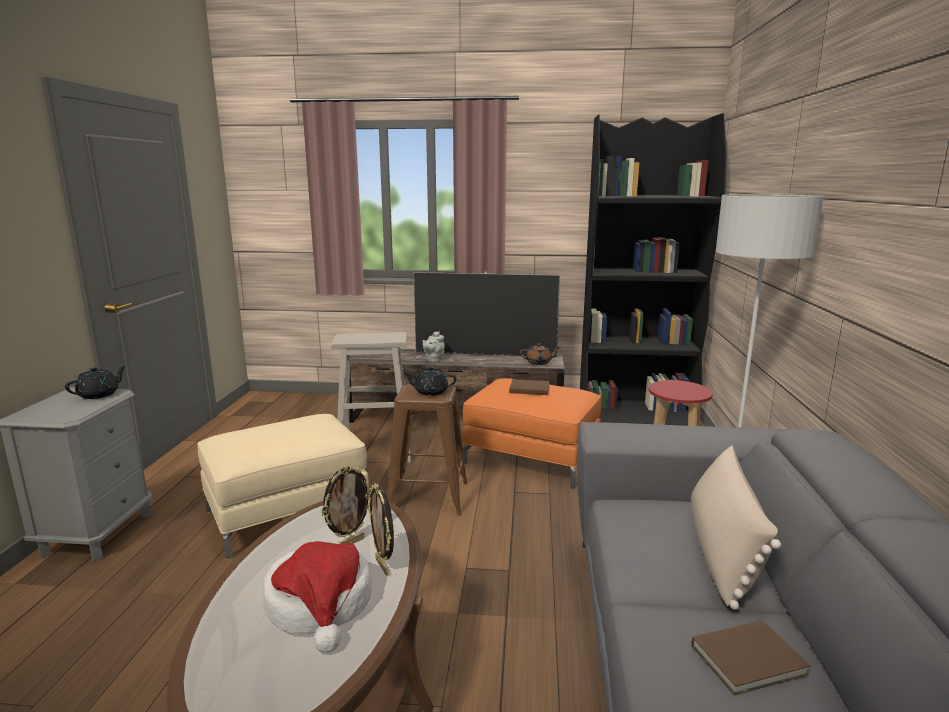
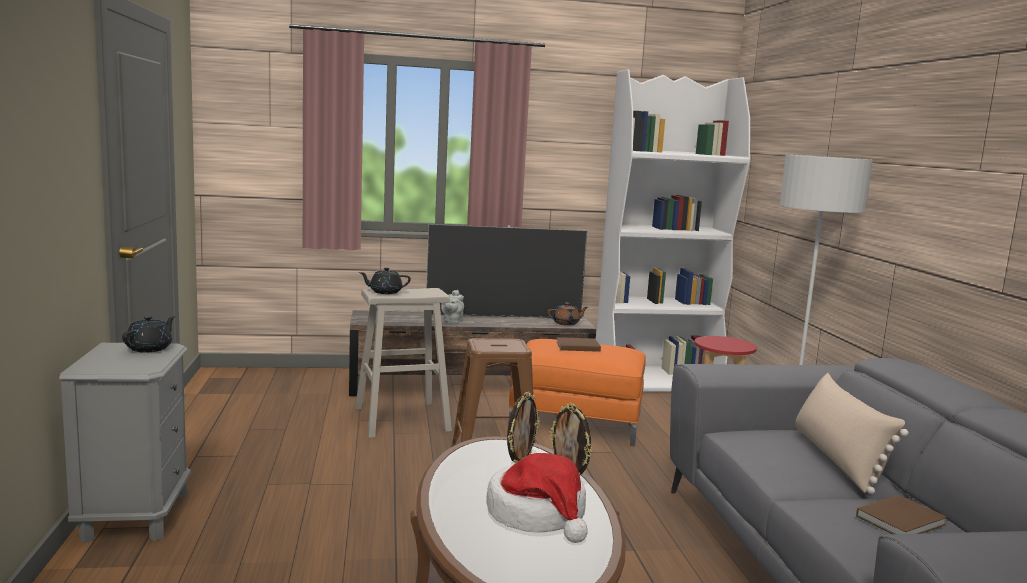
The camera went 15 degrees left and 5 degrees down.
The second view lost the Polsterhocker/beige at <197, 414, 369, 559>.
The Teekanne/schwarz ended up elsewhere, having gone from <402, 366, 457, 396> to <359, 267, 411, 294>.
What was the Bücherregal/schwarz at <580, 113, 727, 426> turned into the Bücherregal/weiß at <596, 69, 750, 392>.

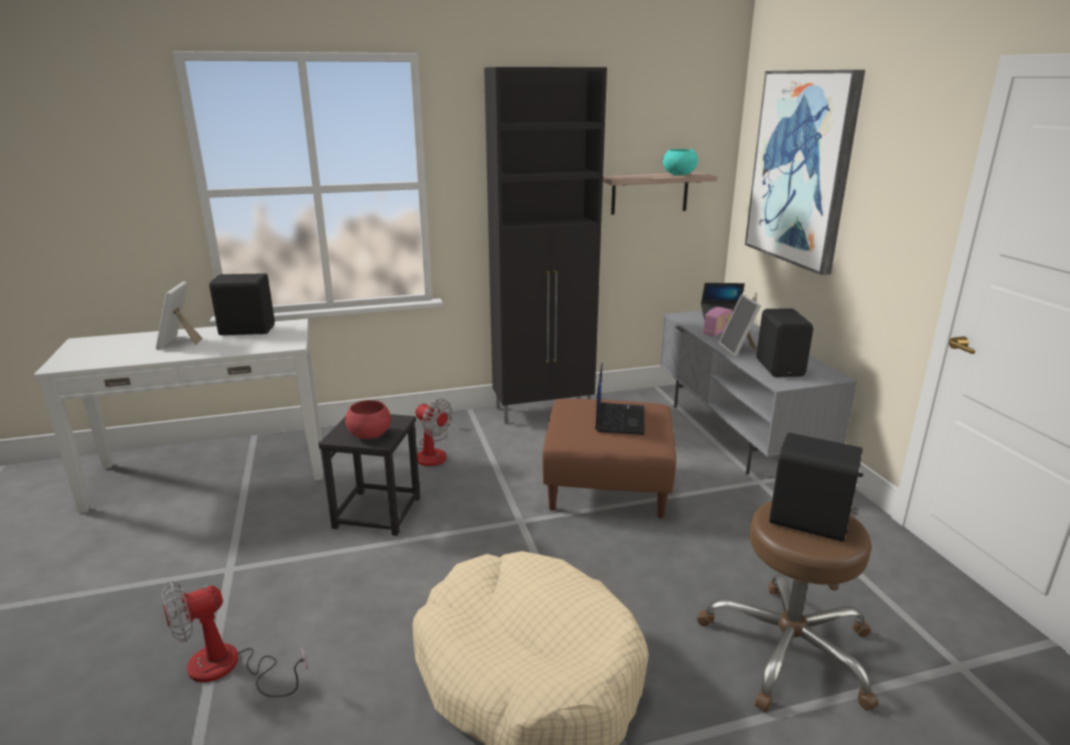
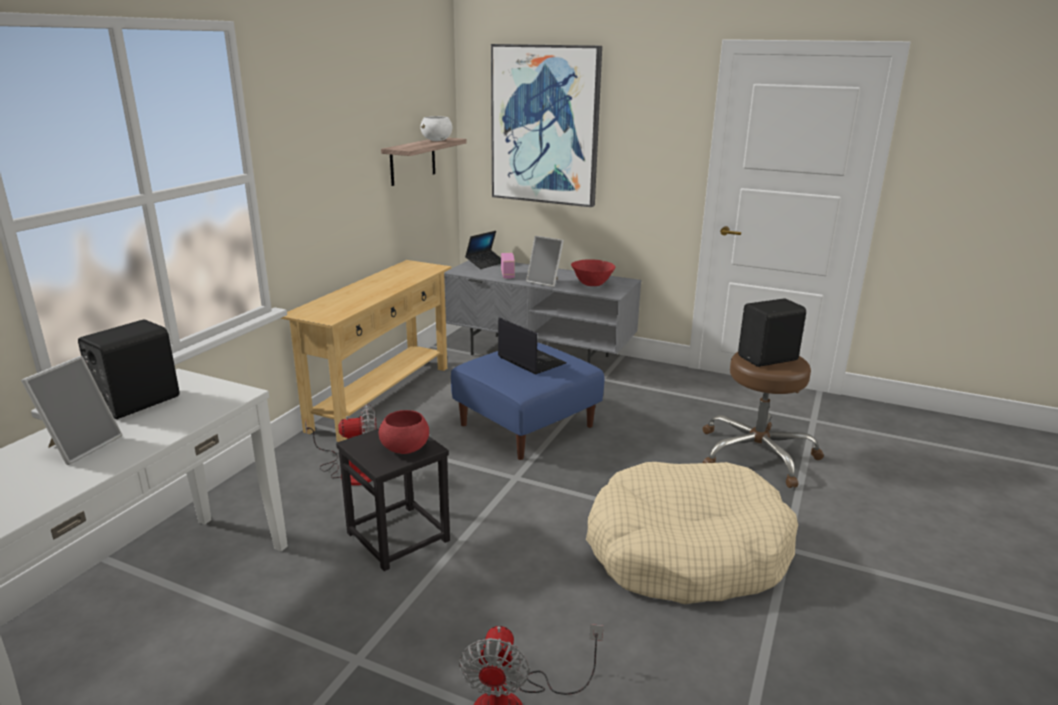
The camera went 50 degrees left and 0 degrees up.
Where the Schrank/schwarz stood at <484, 67, 607, 424>, the Konsolentisch/beige came to stand at <280, 260, 451, 442>.
Where the Lautsprecher/schwarz stood at <756, 309, 813, 377>, the Schüssel/rot came to stand at <571, 259, 616, 286>.
What was the Polsterhocker/braun at <542, 399, 676, 519> turned into the Polsterhocker/blau at <451, 342, 604, 460>.
What was the Schüssel/türkis at <663, 149, 698, 175> turned into the Schüssel/weiß at <420, 116, 452, 141>.
The Bilderrahmen at <156, 281, 203, 350> ended up facing another way, 105 degrees counterclockwise from before.

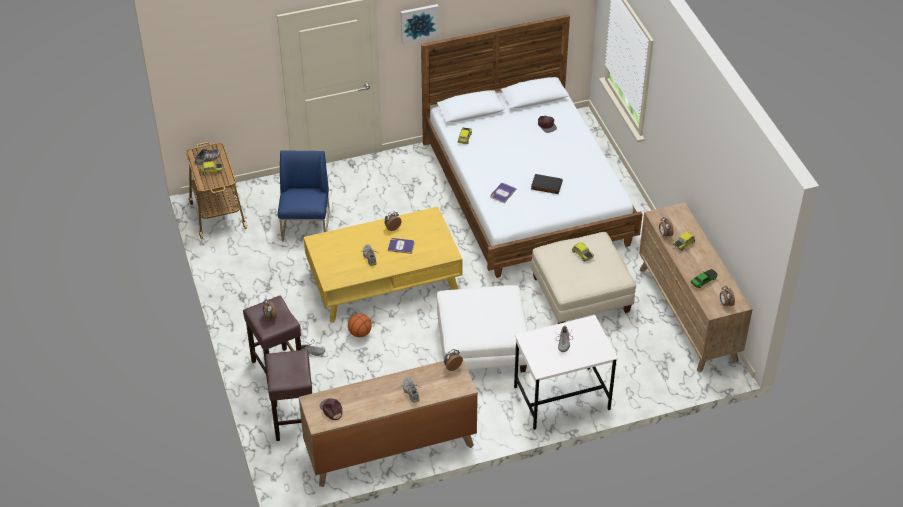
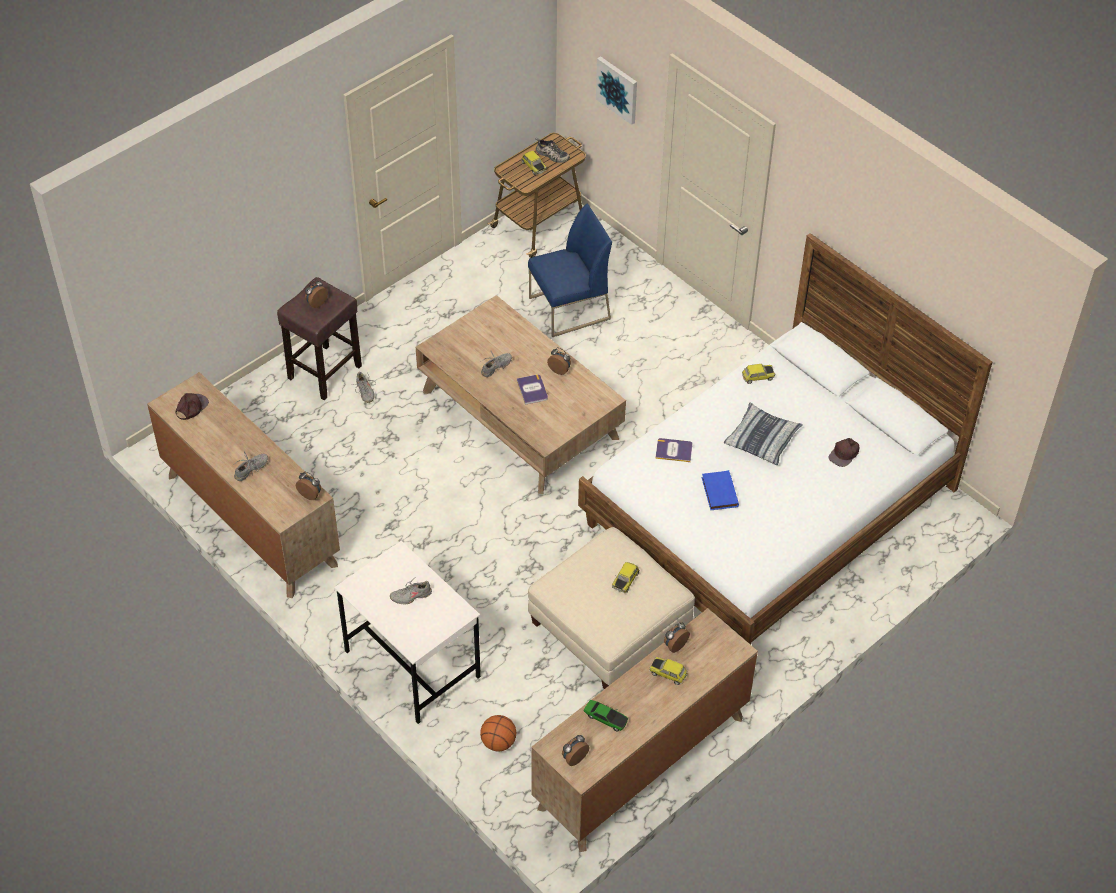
The camera went 65 degrees right and 5 degrees up.
The second view lost the Hocker/braun at <265, 350, 312, 441>.
The second view lost the Polsterhocker/weiß at <437, 285, 528, 372>.
The second view gained the Kissen at <724, 403, 803, 465>.
The Basketball ended up elsewhere, having gone from <348, 313, 372, 337> to <480, 715, 516, 751>.
The Bild ended up elsewhere, having gone from <401, 4, 439, 44> to <596, 56, 637, 125>.
What was the Couchtisch/gelb at <304, 207, 463, 322> turned into the Couchtisch/braun at <416, 295, 626, 494>.
What was the Buch/schwarz at <531, 174, 563, 194> turned into the Buch/blau at <702, 470, 739, 510>.

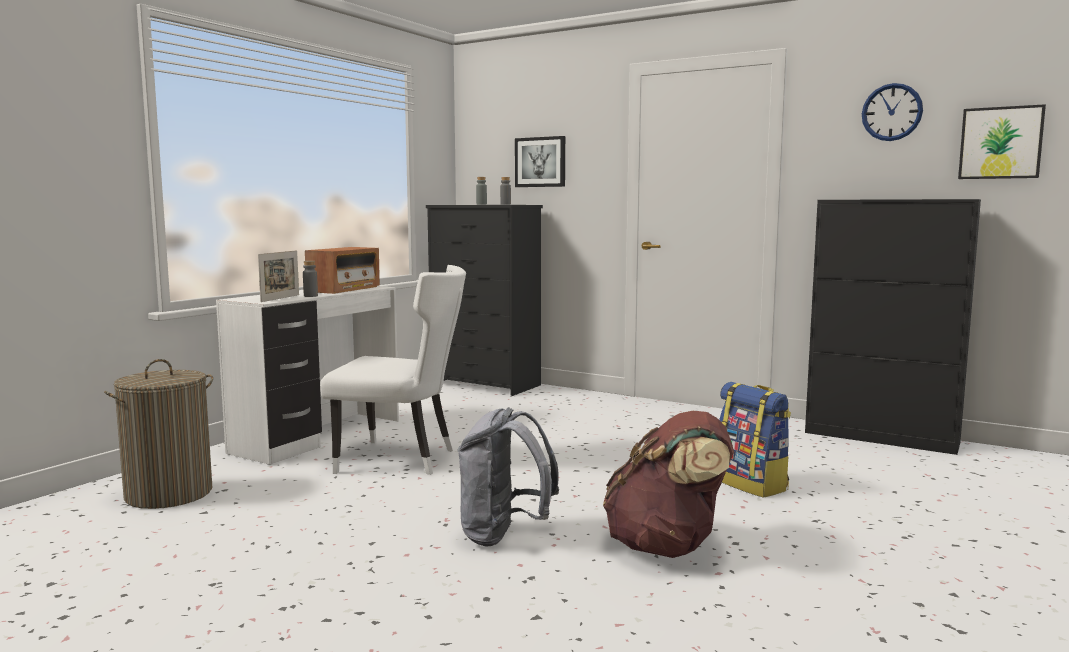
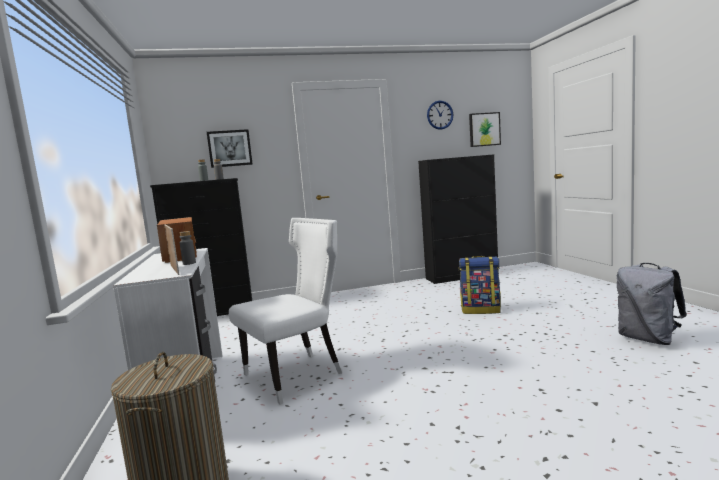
The camera went 45 degrees left and 0 degrees up.
The second view lost the Rucksack/braun at <603, 411, 734, 558>.
The Rucksack/grau ended up elsewhere, having gone from <457, 407, 559, 546> to <617, 263, 687, 345>.

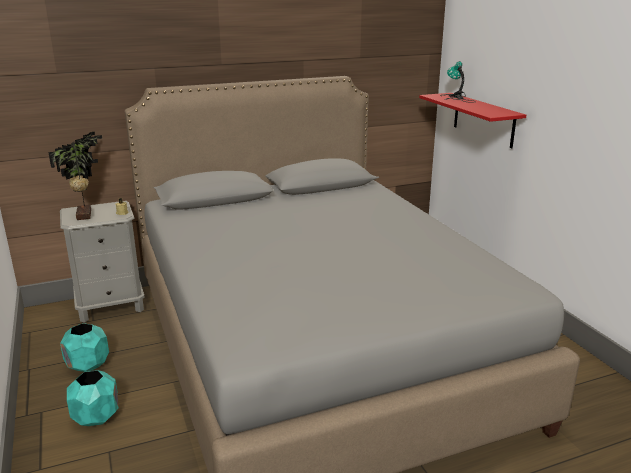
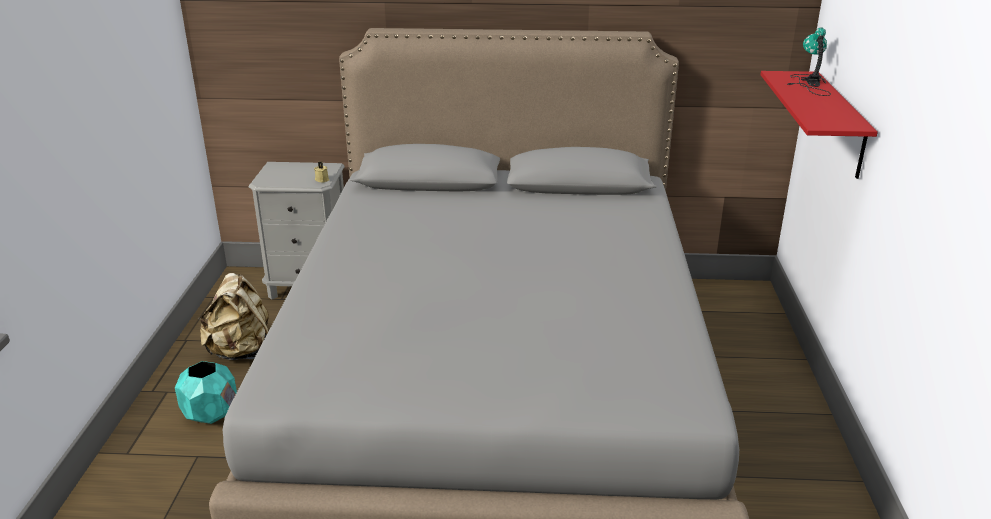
The camera went 25 degrees right and 5 degrees up.
The second view lost the Topfpflanze at <48, 131, 103, 220>.
Where the Pflanzkübel/türkis stood at <60, 323, 109, 372>, the Rucksack/beige came to stand at <198, 273, 269, 360>.

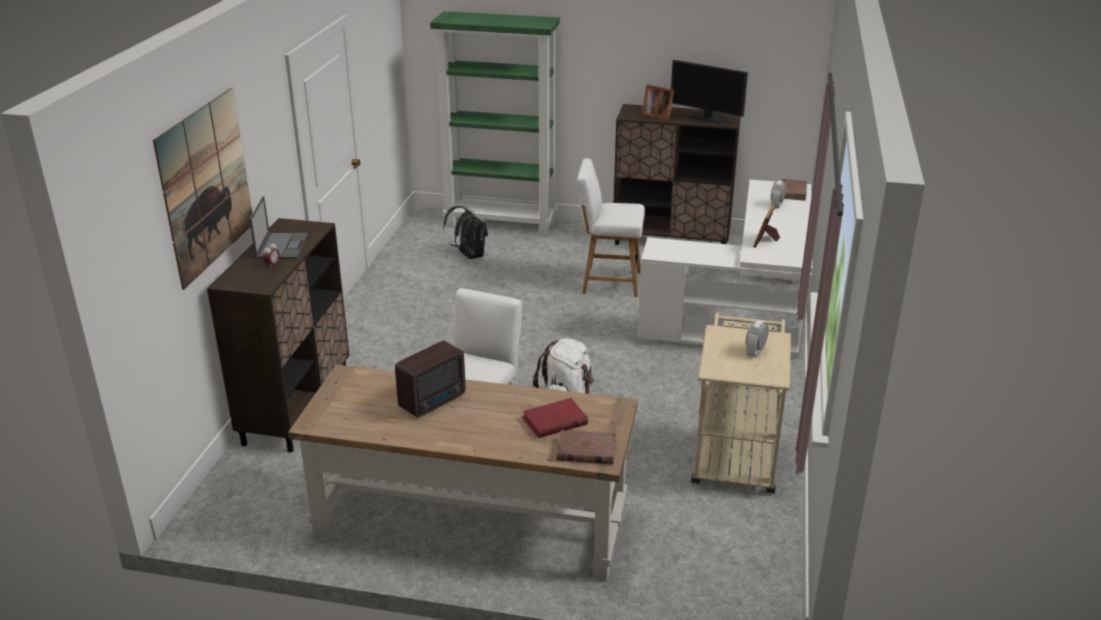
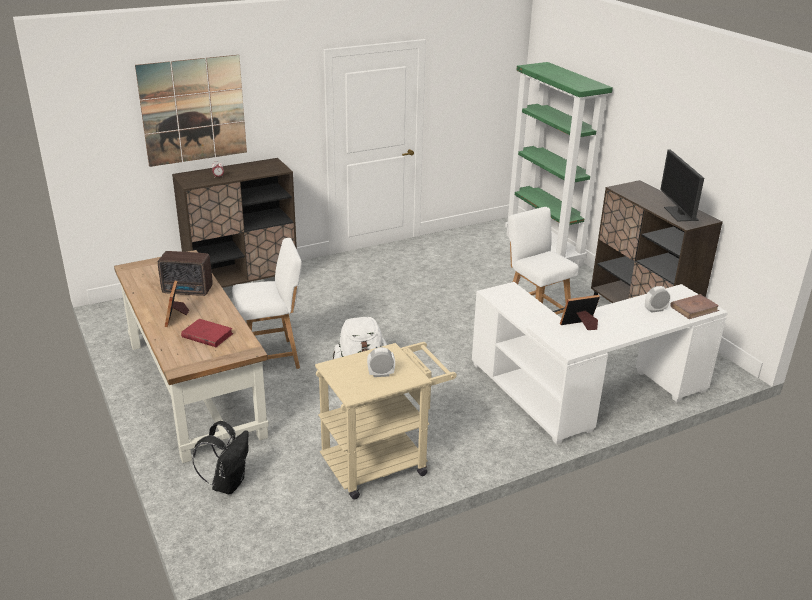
The camera went 50 degrees right and 0 degrees up.
The second view lost the Laptop at <249, 196, 308, 259>.
The second view lost the Buch/braun at <557, 430, 616, 465>.
The Rucksack/schwarz ended up elsewhere, having gone from <443, 206, 488, 259> to <192, 421, 248, 494>.
The Bilderrahmen ended up elsewhere, having gone from <641, 84, 674, 120> to <165, 281, 189, 327>.

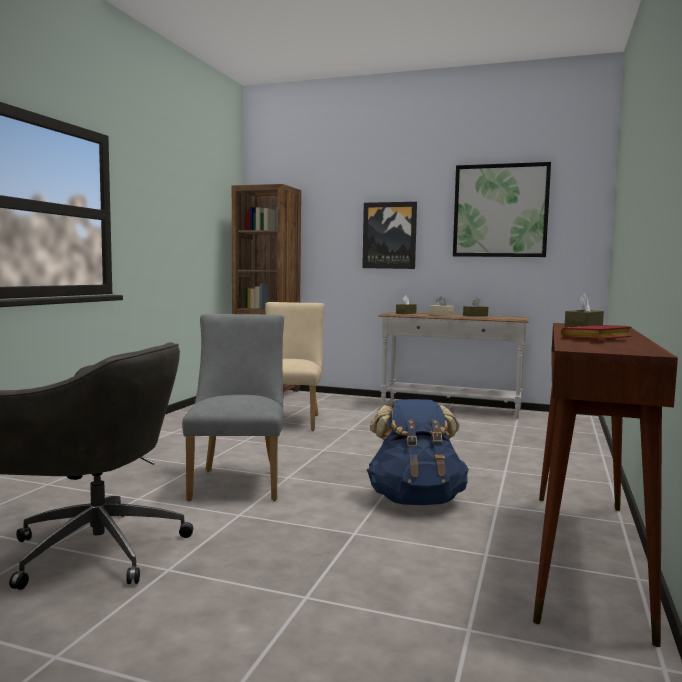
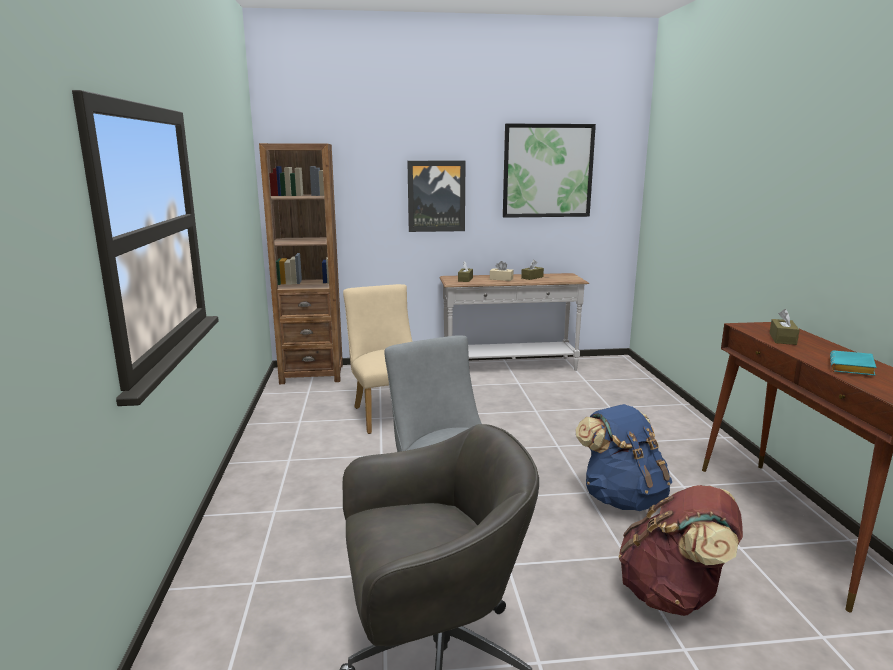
The camera went 25 degrees left and 10 degrees up.
The second view gained the Rucksack/braun at <619, 485, 743, 616>.
What was the Buch/rot at <561, 326, 632, 340> turned into the Buch/türkis at <830, 351, 876, 375>.

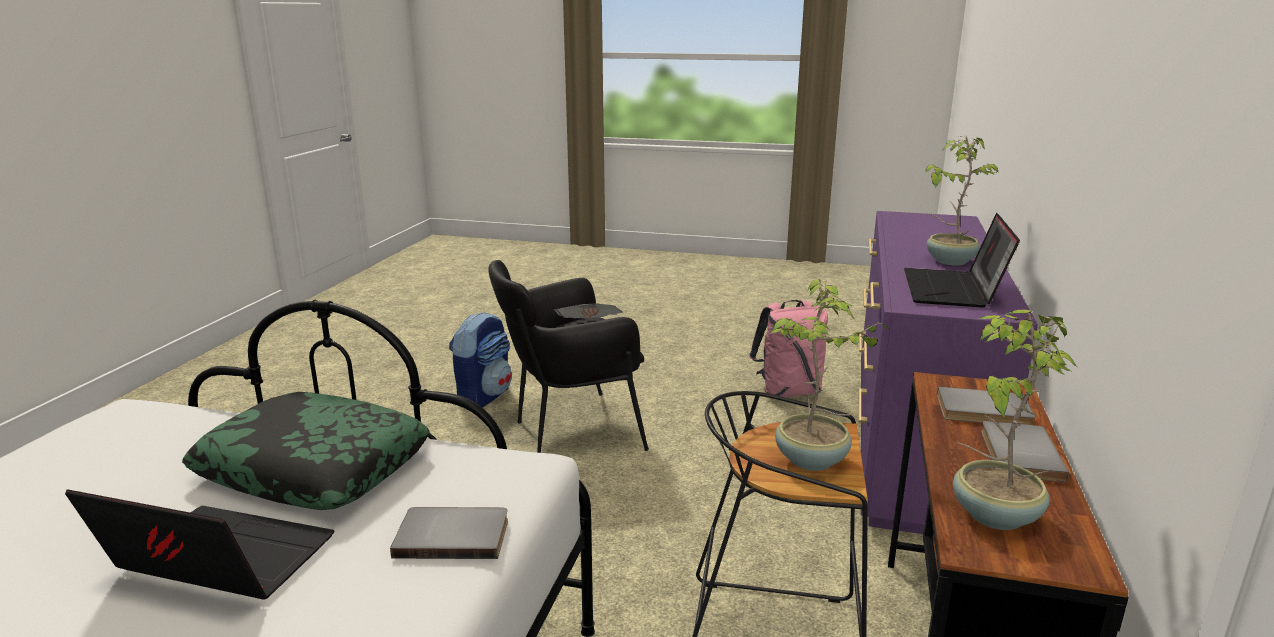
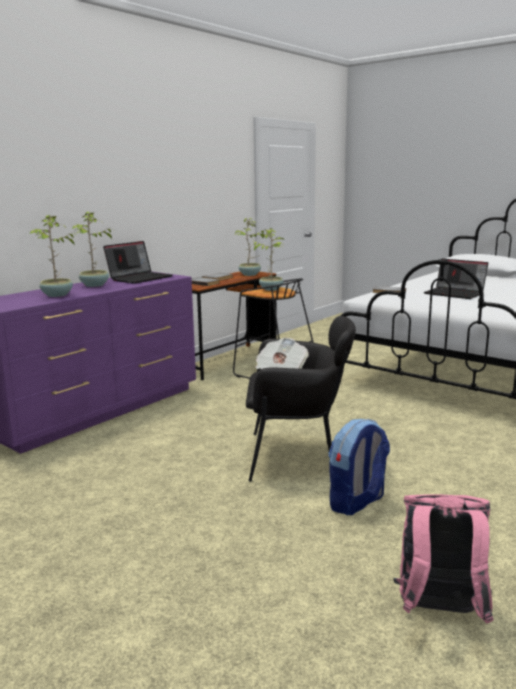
The camera went 155 degrees left and 5 degrees down.
The second view lost the Kissen at <182, 392, 430, 510>.
The second view gained the Topfpflanze at <30, 215, 77, 297>.
The Rucksack/rosa ended up elsewhere, having gone from <749, 300, 828, 397> to <393, 494, 494, 623>.

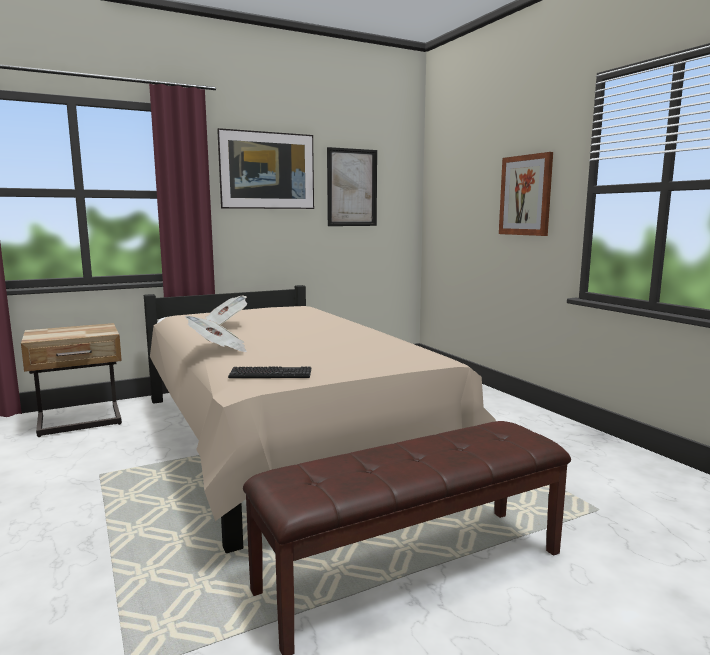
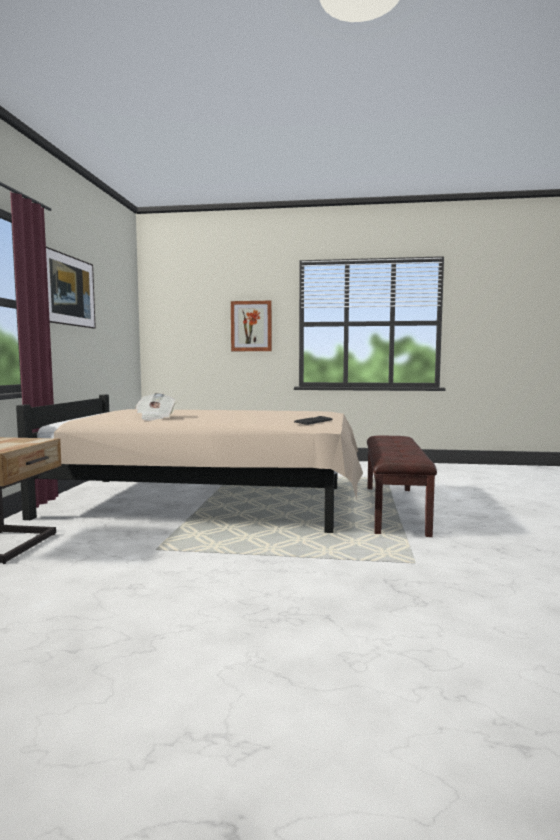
The camera went 55 degrees left and 5 degrees down.
The second view lost the Zeitung at <185, 316, 247, 352>.
The second view lost the Bild at <327, 147, 377, 226>.

